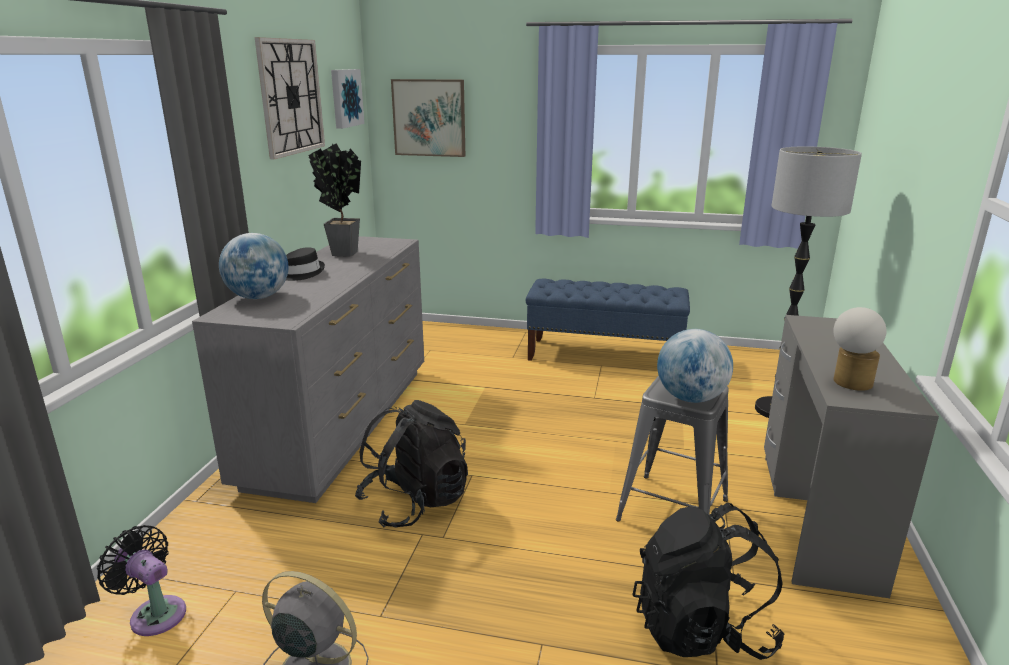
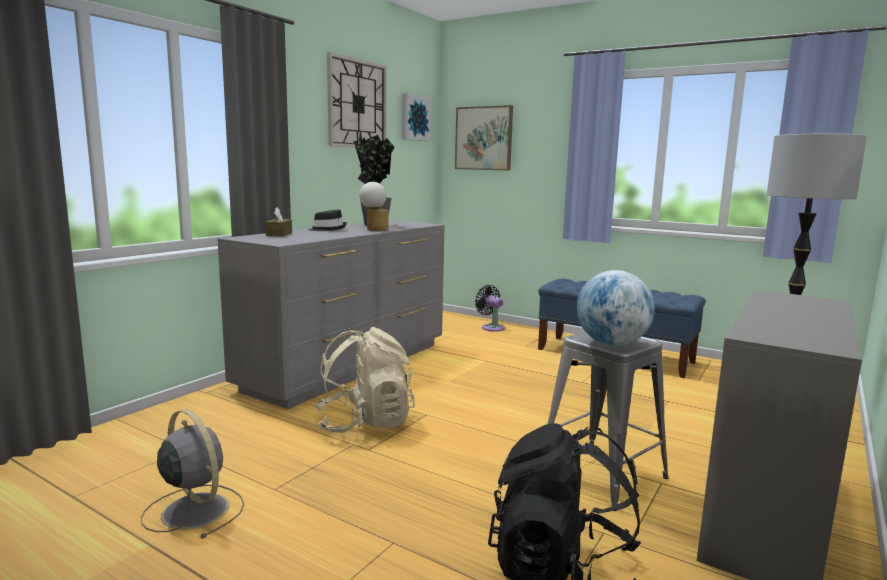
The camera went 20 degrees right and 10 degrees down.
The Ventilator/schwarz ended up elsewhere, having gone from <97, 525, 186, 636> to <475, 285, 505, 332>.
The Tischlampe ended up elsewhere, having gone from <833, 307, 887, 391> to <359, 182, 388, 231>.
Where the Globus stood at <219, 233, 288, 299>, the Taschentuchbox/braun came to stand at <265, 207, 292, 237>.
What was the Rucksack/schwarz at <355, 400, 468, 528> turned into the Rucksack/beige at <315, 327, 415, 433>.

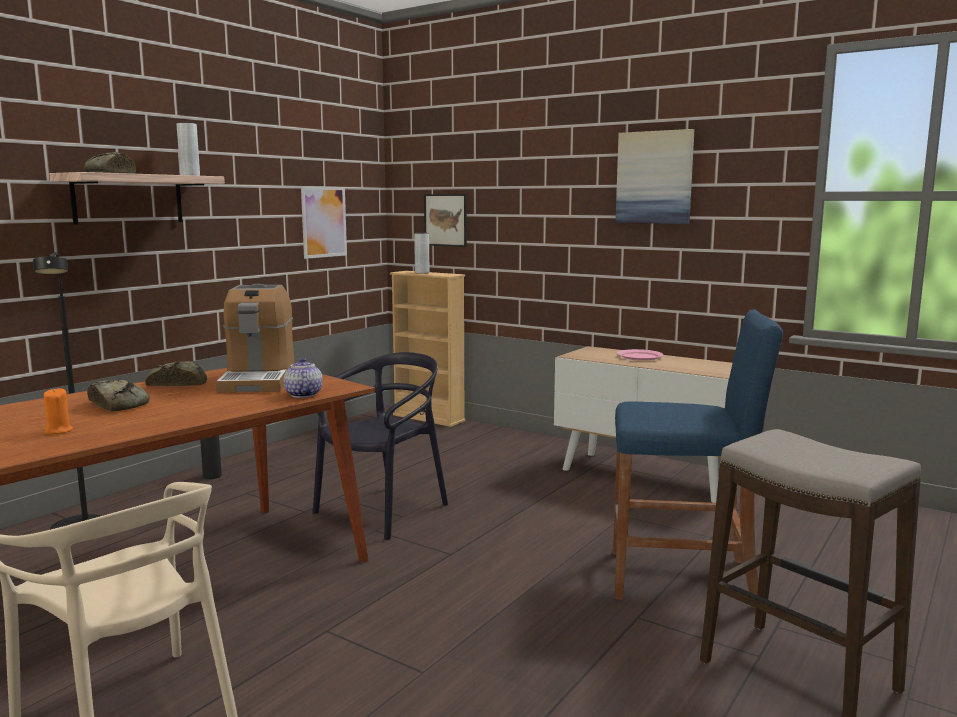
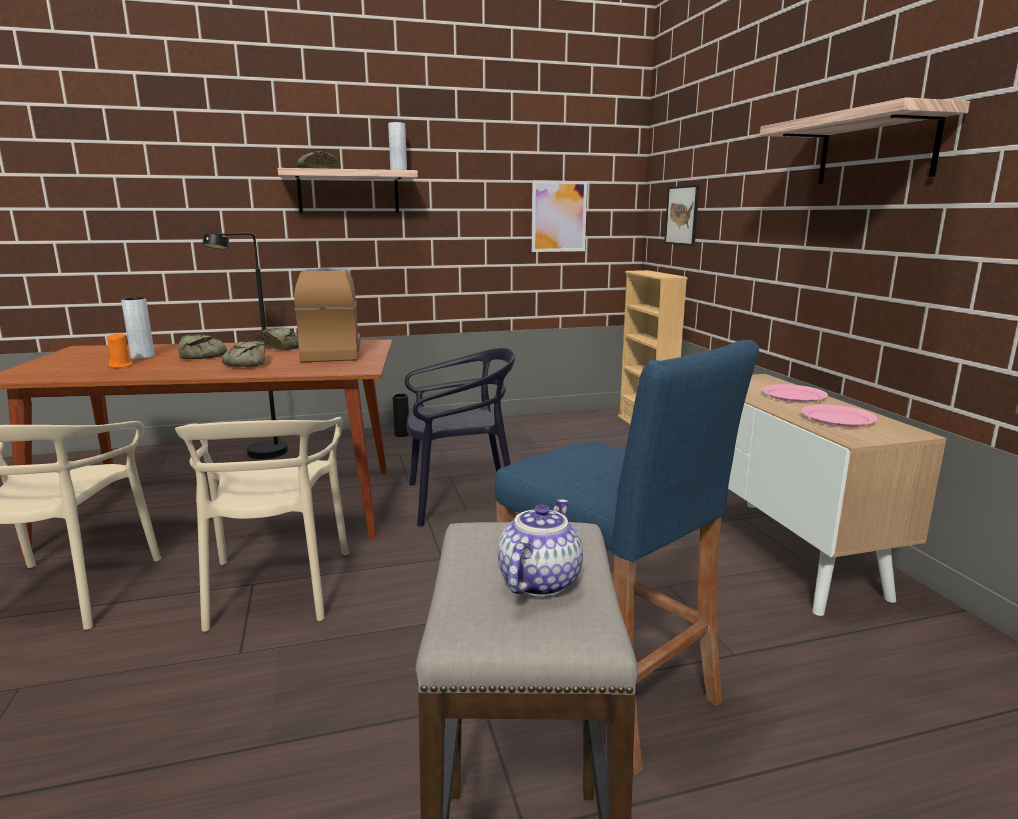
The camera went 40 degrees right and 5 degrees up.
The second view gained the Stuhl/beige at <175, 417, 348, 632>.
The second view gained the Brot at <222, 340, 265, 367>.
The second view gained the Teller/rosa at <801, 404, 878, 427>.
The Teekanne ended up elsewhere, having gone from <284, 358, 323, 398> to <498, 499, 583, 597>.
The Vase/grau ended up elsewhere, having gone from <414, 233, 429, 273> to <121, 297, 155, 359>.
Where the Bild hung at <615, 129, 695, 224>, the Wandregal came to hang at <760, 97, 970, 184>.
The Kaffeemaschine at <216, 284, 295, 393> ended up facing another way, 135 degrees clockwise from before.

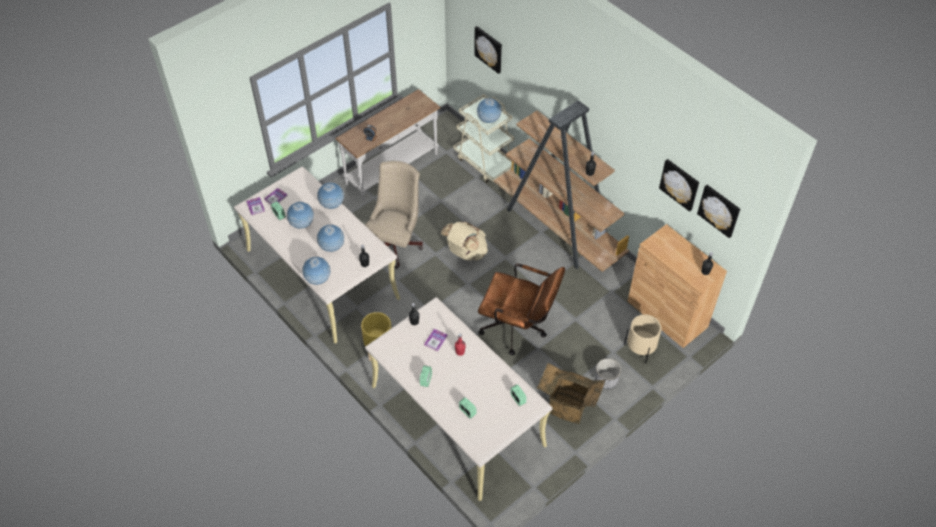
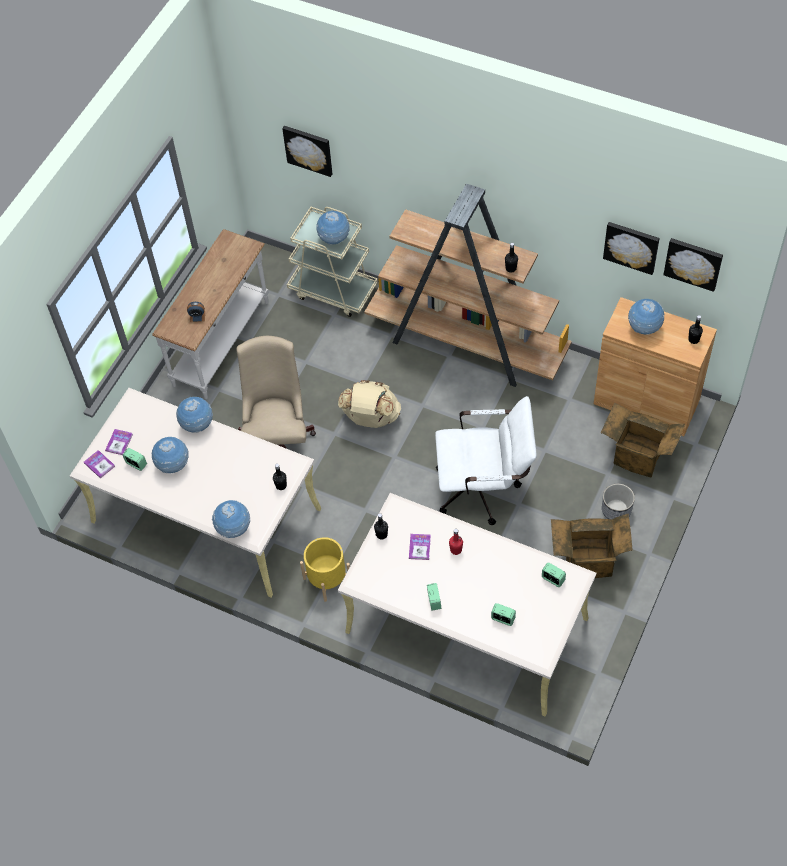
The camera went 20 degrees left and 5 degrees up.
The Globus ended up elsewhere, having gone from <317, 225, 344, 252> to <628, 299, 664, 334>.
Where the Pflanzkübel/beige stood at <624, 314, 662, 364>, the Karton came to stand at <600, 403, 685, 477>.
What was the Bürostuhl/braun at <478, 263, 565, 355> turned into the Bürostuhl/weiß at <435, 396, 537, 525>.

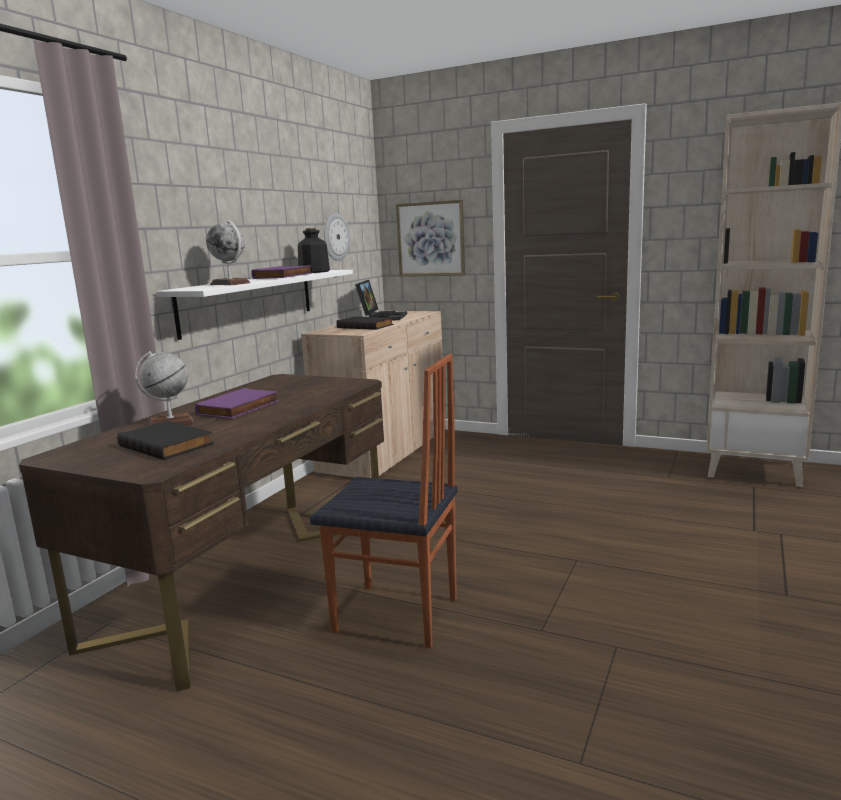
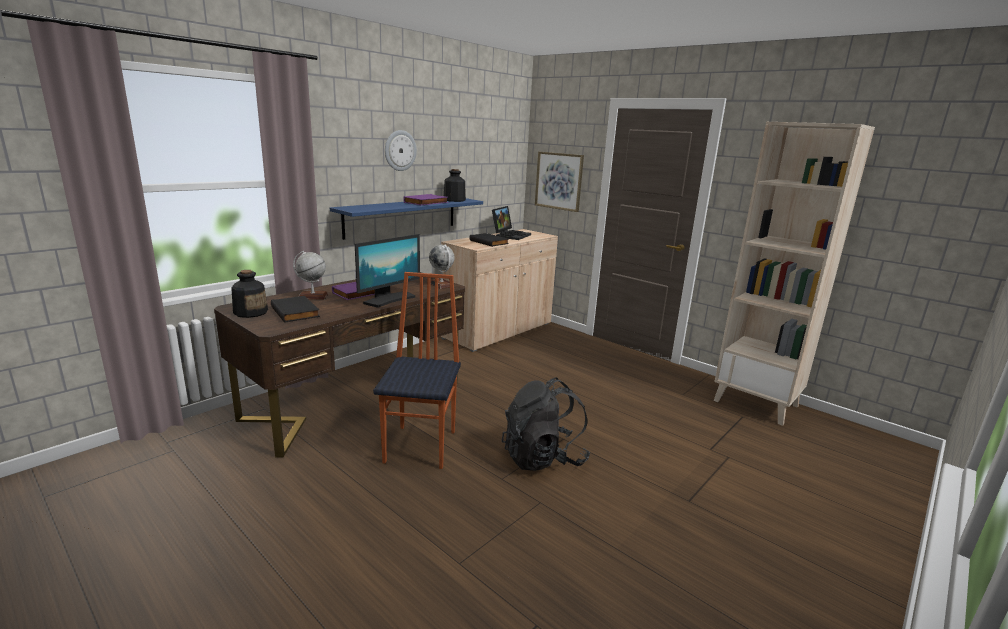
The camera went 15 degrees right and 5 degrees up.
The second view gained the Flasche at <231, 270, 268, 318>.
The second view gained the Monitor at <355, 234, 420, 308>.
The second view gained the Rucksack/schwarz at <502, 378, 590, 471>.
The Globus ended up elsewhere, having gone from <206, 220, 250, 285> to <429, 245, 455, 289>.
The Wanduhr ended up elsewhere, having gone from <324, 213, 350, 261> to <385, 130, 417, 171>.
What was the Wandregal/weiß at <156, 270, 353, 340> turned into the Wandregal/blau at <330, 198, 483, 240>.
The Stuhl at <310, 354, 457, 648> ended up facing another way, 120 degrees counterclockwise from before.

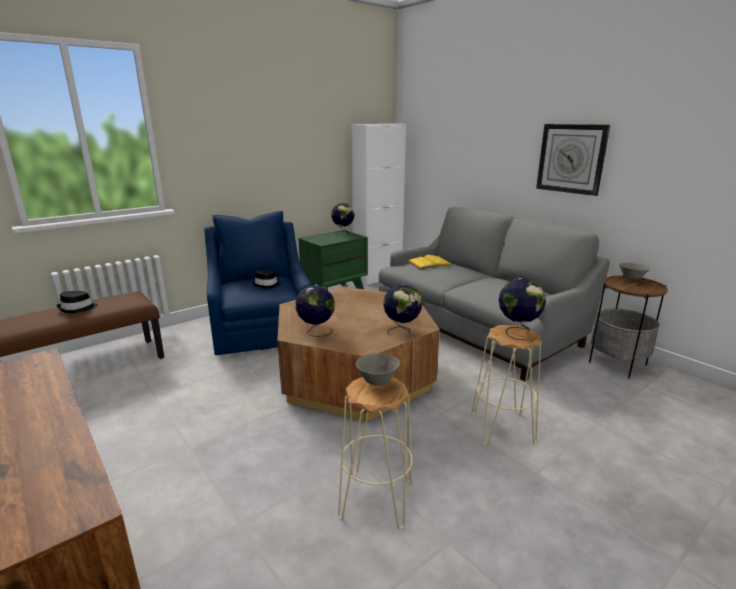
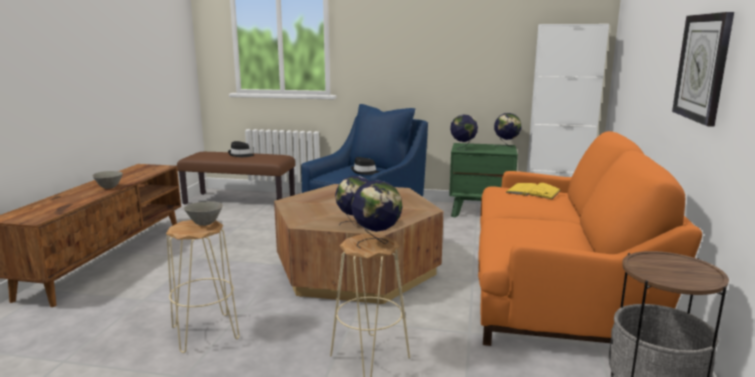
The camera went 50 degrees right and 5 degrees down.
The Globus ended up elsewhere, having gone from <296, 285, 335, 337> to <450, 114, 478, 151>.
The Schüssel/grau ended up elsewhere, having gone from <619, 263, 650, 280> to <92, 171, 123, 189>.
What was the Sofa/grau at <379, 207, 610, 381> turned into the Sofa/orange at <478, 131, 702, 346>.

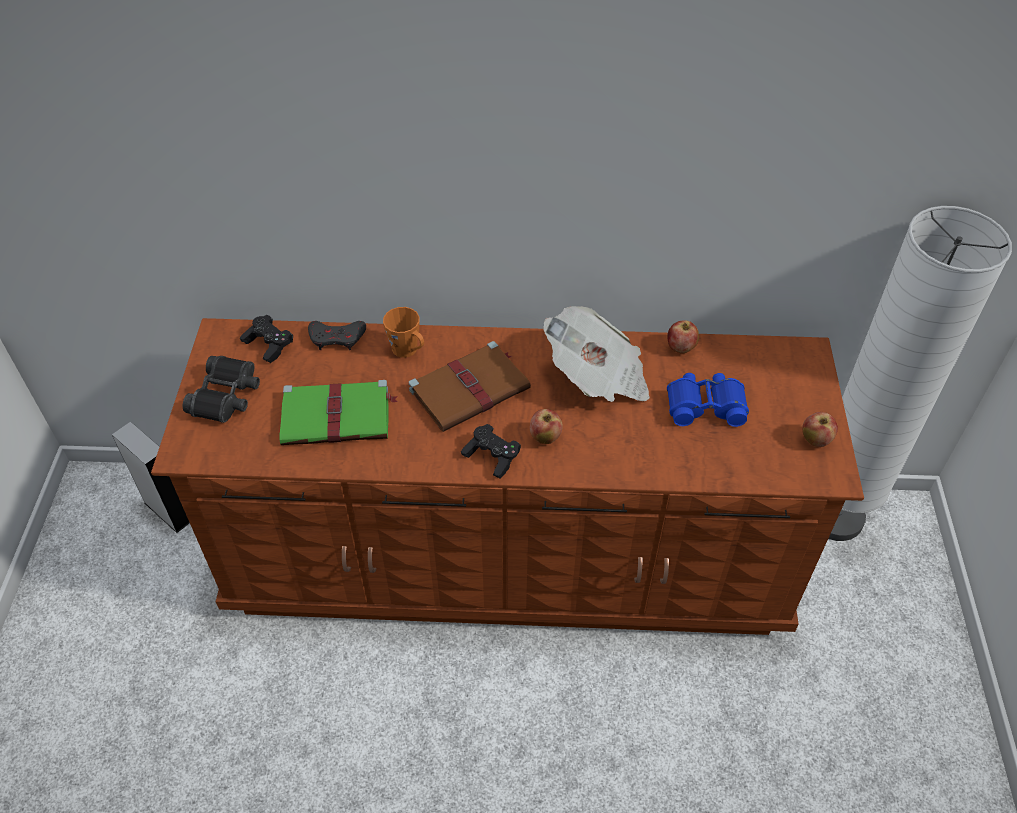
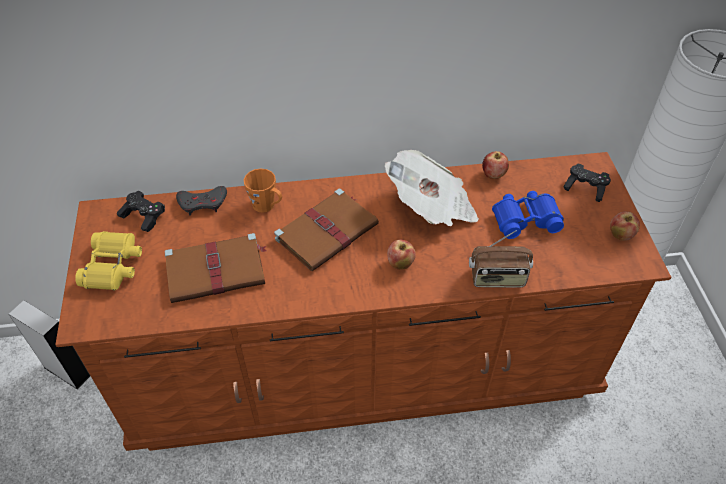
The camera went 10 degrees left and 0 degrees up.
The second view gained the Radio at <469, 230, 533, 288>.
The Gamepad/schwarz ended up elsewhere, having gone from <461, 424, 521, 478> to <563, 164, 611, 202>.
What was the Fernglas/schwarz at <183, 356, 260, 423> turned into the Fernglas/gelb at <75, 231, 142, 290>.
What was the Buch/grün at <280, 380, 398, 445> turned into the Buch/braun at <165, 233, 267, 303>.

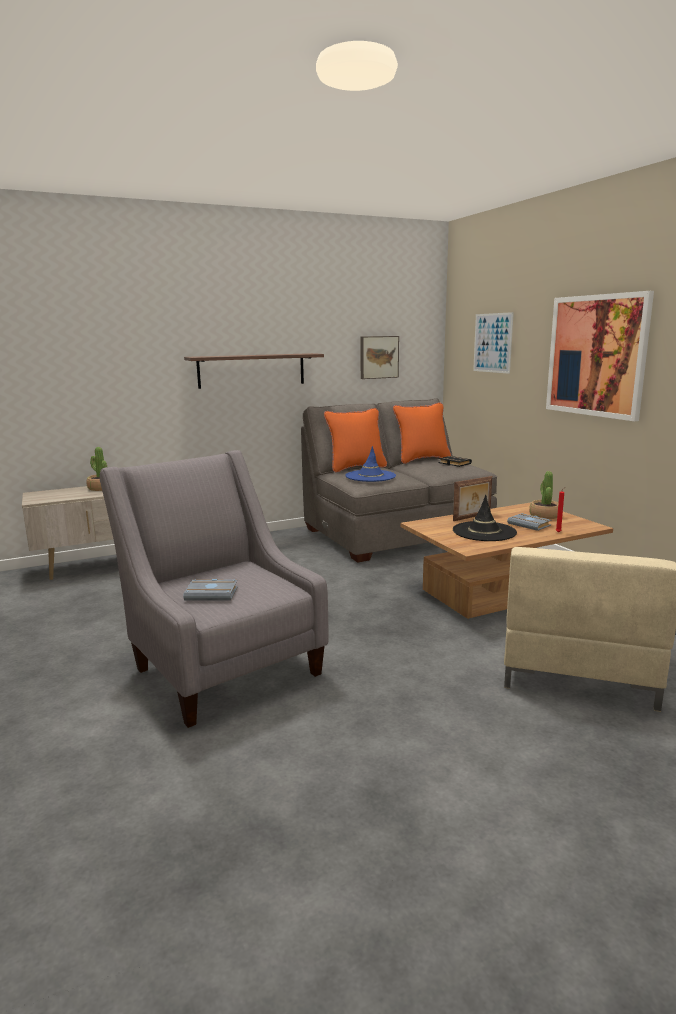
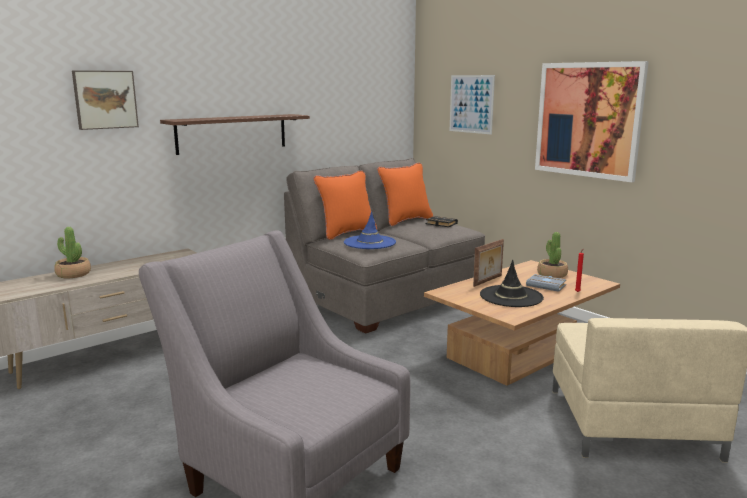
The camera went 15 degrees left and 0 degrees up.
The second view lost the Buch/grau at <183, 579, 238, 601>.
The Bild ended up elsewhere, having gone from <361, 336, 399, 379> to <72, 70, 139, 130>.

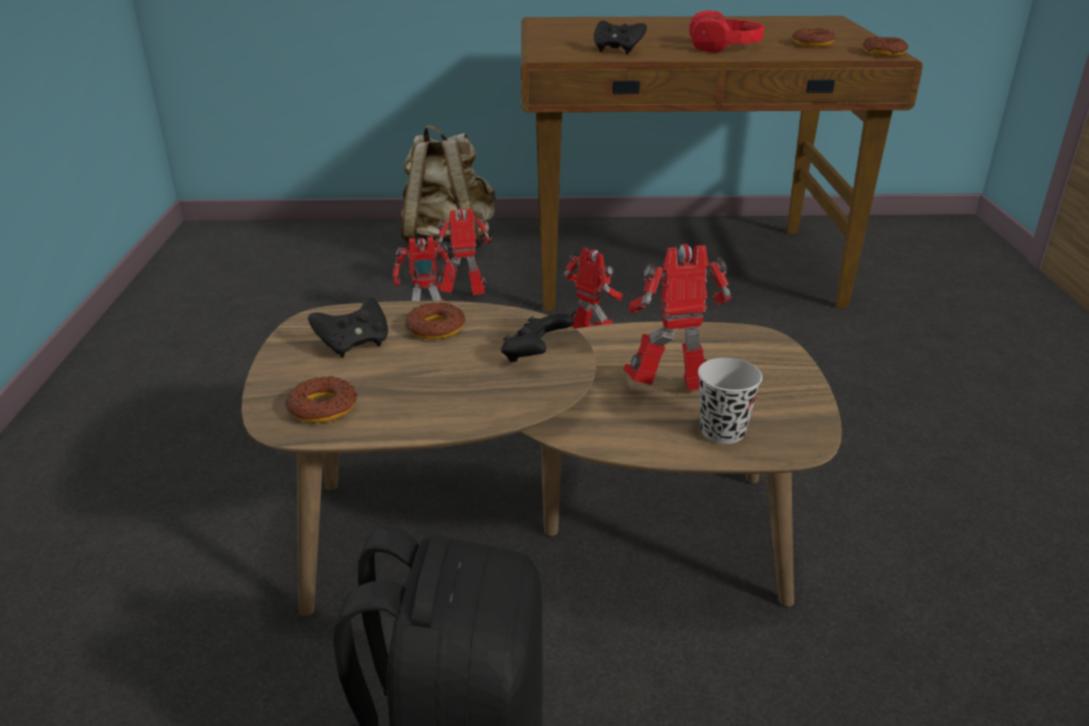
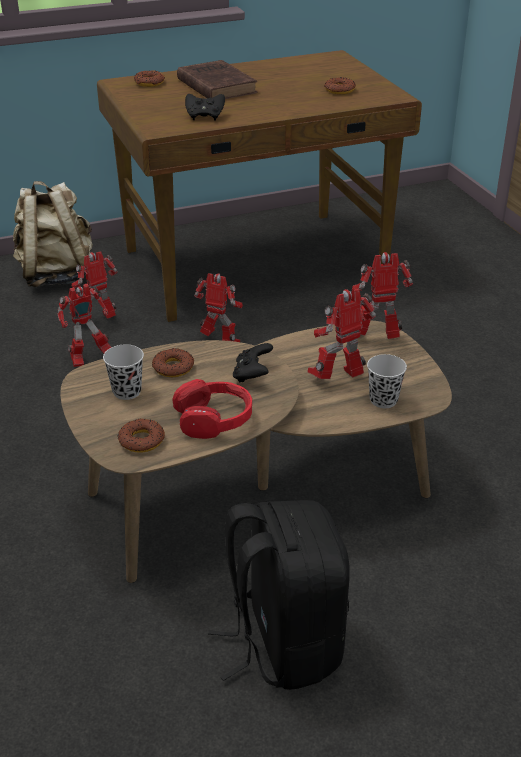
The camera went 20 degrees left and 5 degrees up.
The second view gained the Buch/braun at <177, 60, 257, 99>.
The second view gained the Spielzeugroboter at <352, 252, 413, 339>.
The Kopfhörer/rot ended up elsewhere, having gone from <689, 11, 765, 52> to <172, 379, 252, 439>.
The Donut ended up elsewhere, having gone from <863, 36, 909, 56> to <134, 70, 165, 87>.
Where the Gamepad/schwarz stood at <308, 297, 388, 358>, the Tasse/schwarz came to stand at <103, 344, 144, 400>.

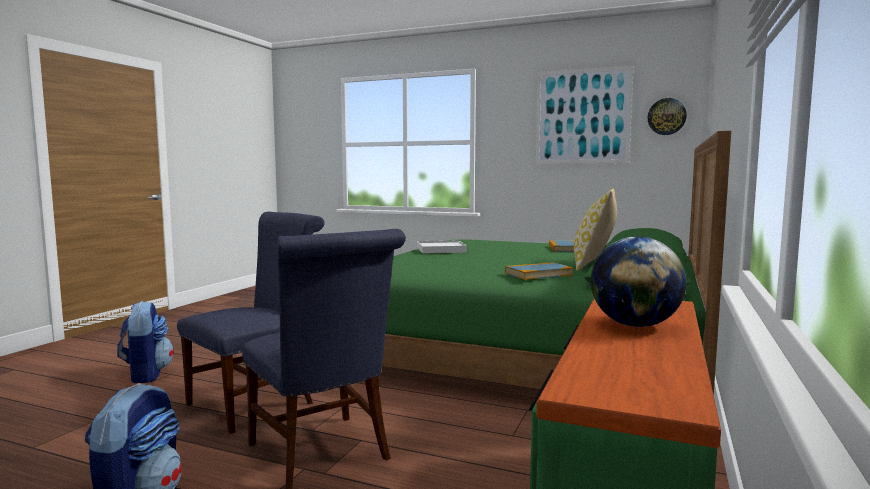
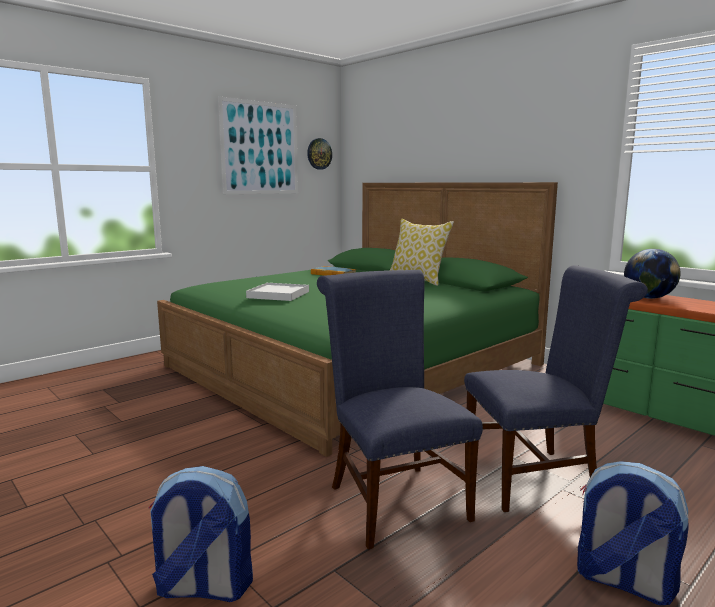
The camera went 65 degrees left and 5 degrees up.
The second view lost the Buch at <505, 262, 574, 280>.

